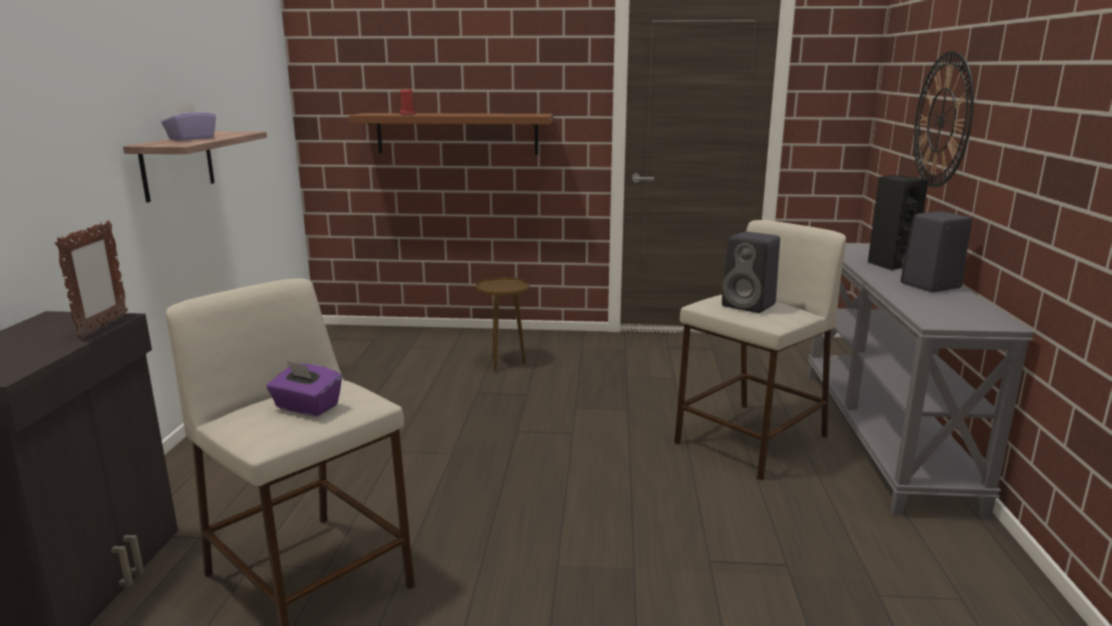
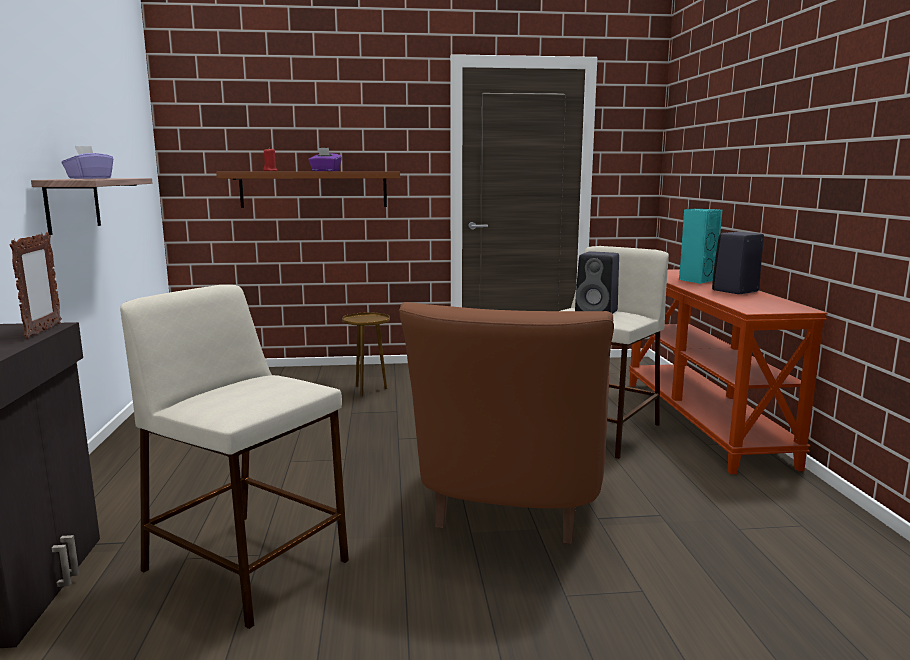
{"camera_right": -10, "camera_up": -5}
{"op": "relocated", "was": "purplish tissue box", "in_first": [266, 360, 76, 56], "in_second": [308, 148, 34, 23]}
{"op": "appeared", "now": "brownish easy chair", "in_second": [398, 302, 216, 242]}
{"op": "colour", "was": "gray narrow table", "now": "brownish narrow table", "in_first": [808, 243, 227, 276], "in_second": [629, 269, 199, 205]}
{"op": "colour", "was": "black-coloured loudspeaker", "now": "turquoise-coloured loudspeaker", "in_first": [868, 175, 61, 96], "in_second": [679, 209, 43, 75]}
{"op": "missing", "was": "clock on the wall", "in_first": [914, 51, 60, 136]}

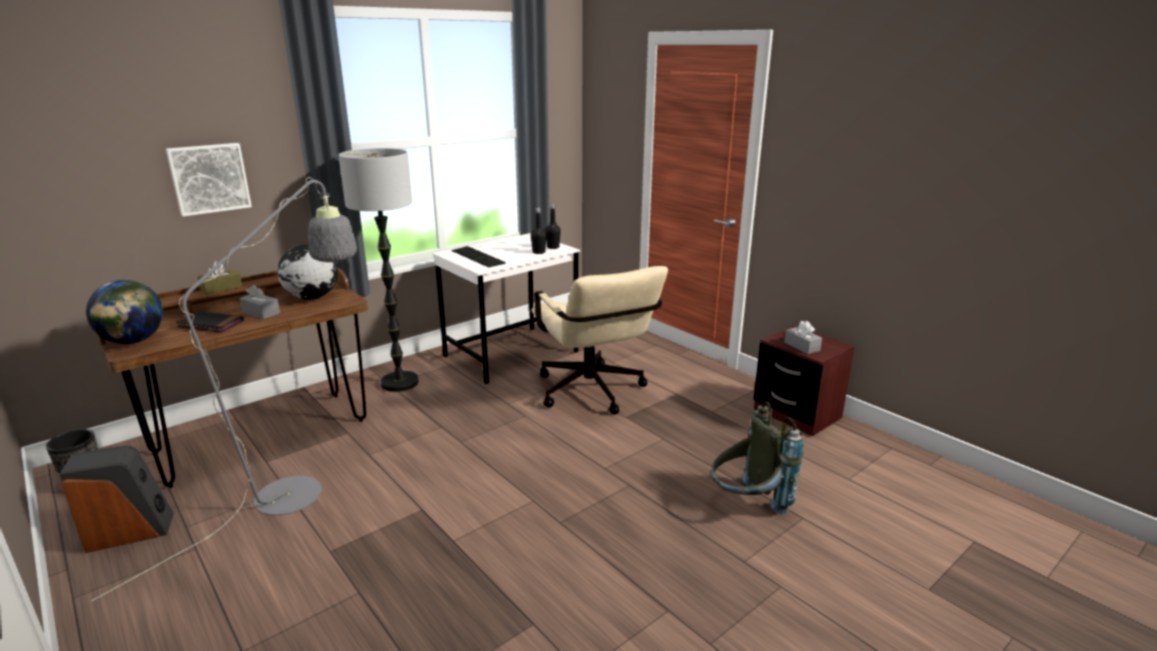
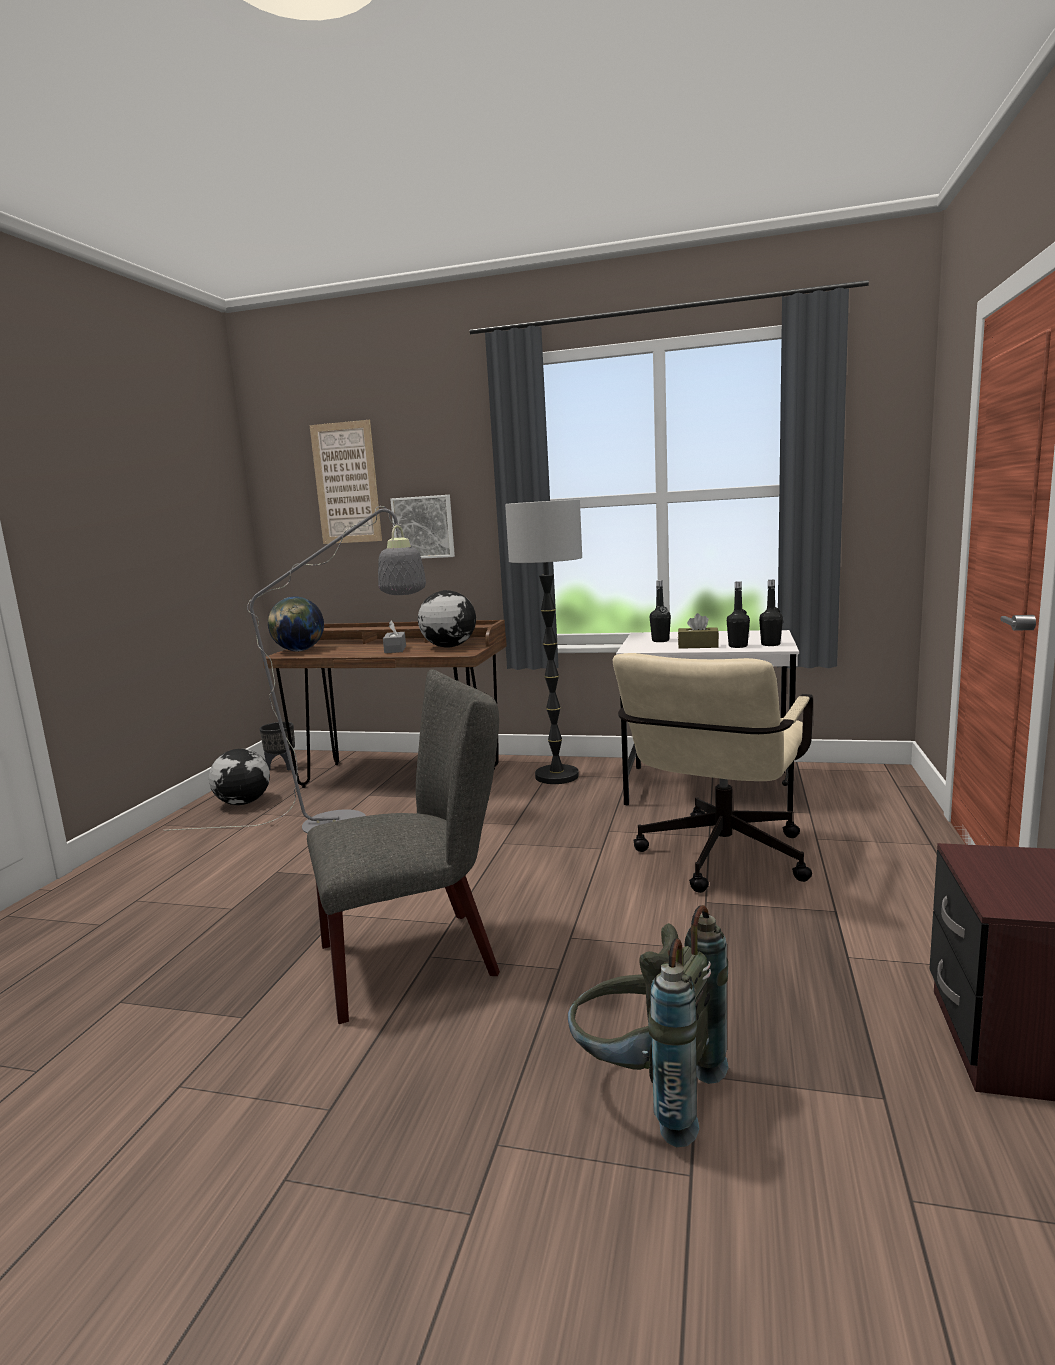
{"camera_right": 55, "camera_up": -10}
{"op": "exchanged", "was": "loudspeaker", "now": "desk globe", "in_first": [59, 445, 115, 108], "in_second": [209, 749, 61, 56]}
{"op": "appeared", "now": "gray chair", "in_second": [307, 670, 193, 354]}
{"op": "appeared", "now": "picture", "in_second": [310, 420, 72, 124]}
{"op": "exchanged", "was": "PC keyboard", "now": "black-coloured drink bottle", "in_first": [451, 246, 54, 22], "in_second": [650, 580, 21, 62]}
{"op": "relocated", "was": "brownish tissue box", "in_first": [198, 261, 44, 34], "in_second": [678, 613, 41, 36]}
{"op": "missing", "was": "black-coloured volume", "in_first": [176, 312, 68, 20]}
{"op": "missing", "was": "gray tissue box", "in_first": [784, 321, 38, 33]}

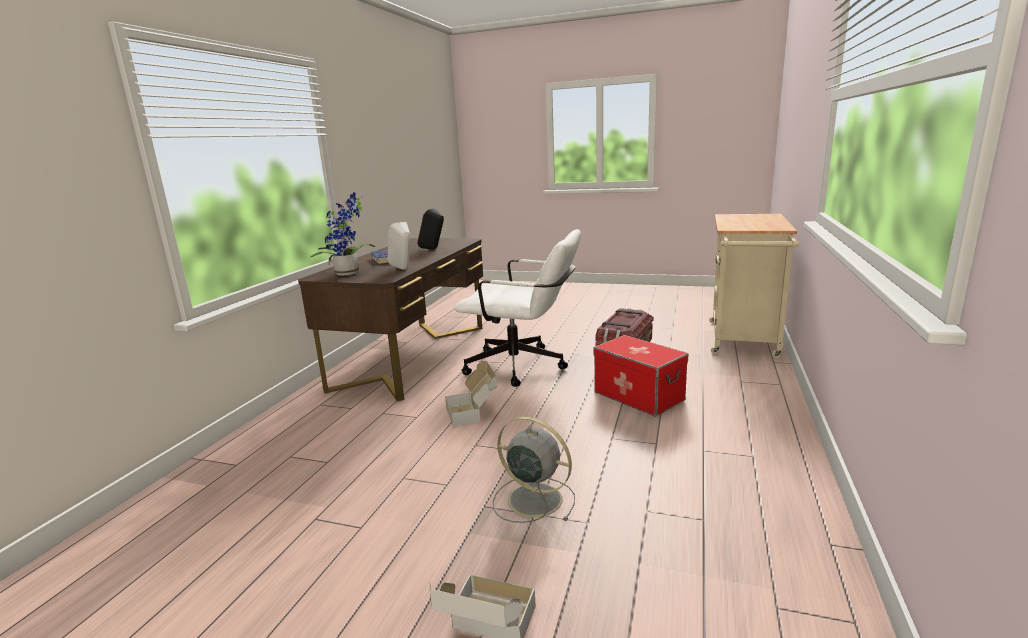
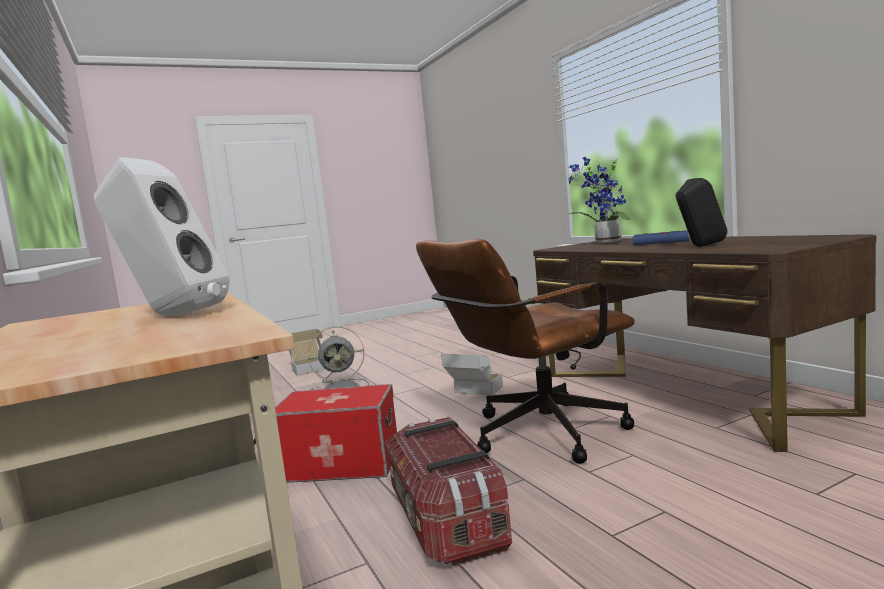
{"camera_right": 135, "camera_up": -10}
{"op": "relocated", "was": "white loudspeaker", "in_first": [388, 222, 22, 48], "in_second": [94, 157, 135, 159]}
{"op": "colour", "was": "white computer chair", "now": "brownish computer chair", "in_first": [455, 229, 126, 158], "in_second": [416, 238, 219, 226]}

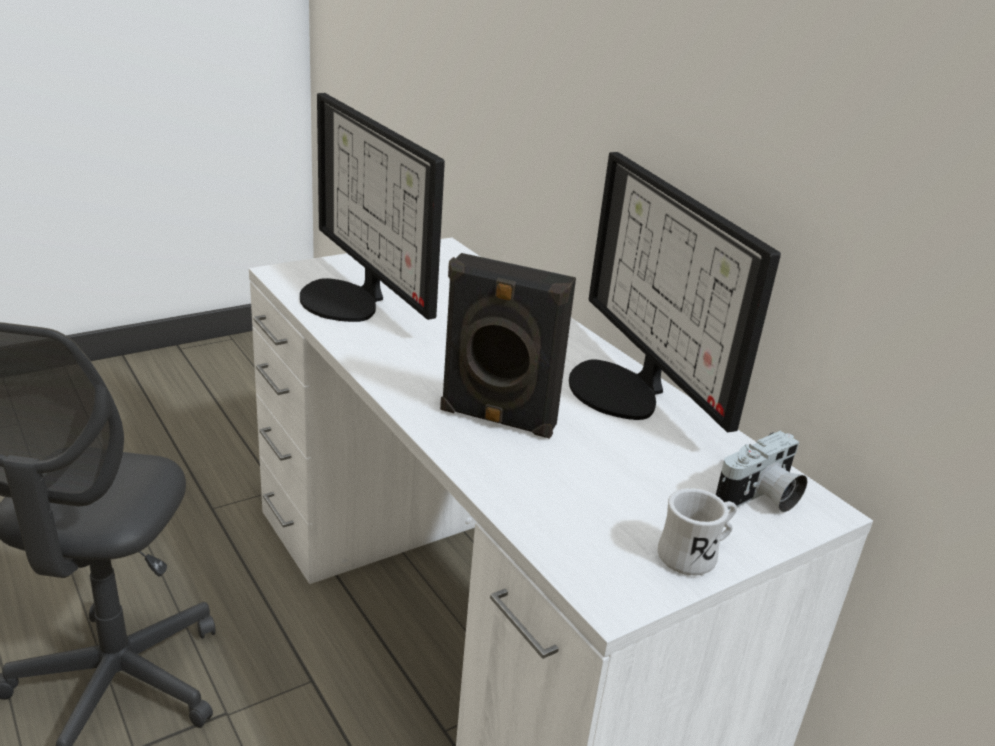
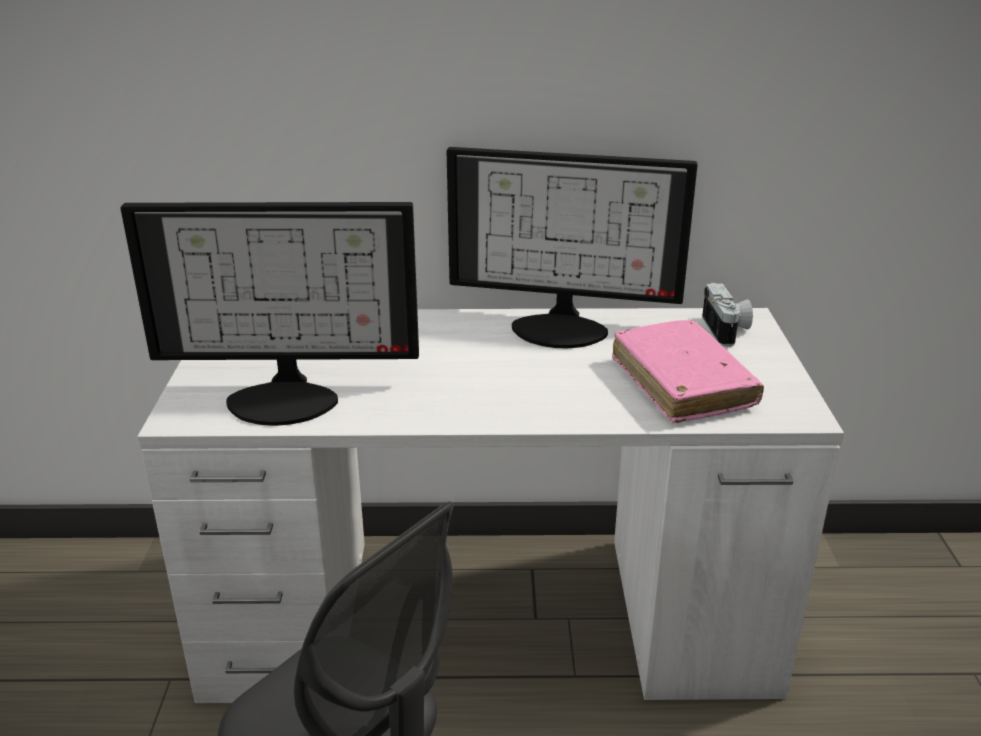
{"camera_right": -55, "camera_up": 0}
{"op": "appeared", "now": "pink-coloured volume", "in_second": [612, 320, 152, 103]}
{"op": "missing", "was": "black-coloured loudspeaker", "in_first": [440, 253, 136, 186]}
{"op": "missing", "was": "white mug", "in_first": [658, 488, 79, 87]}

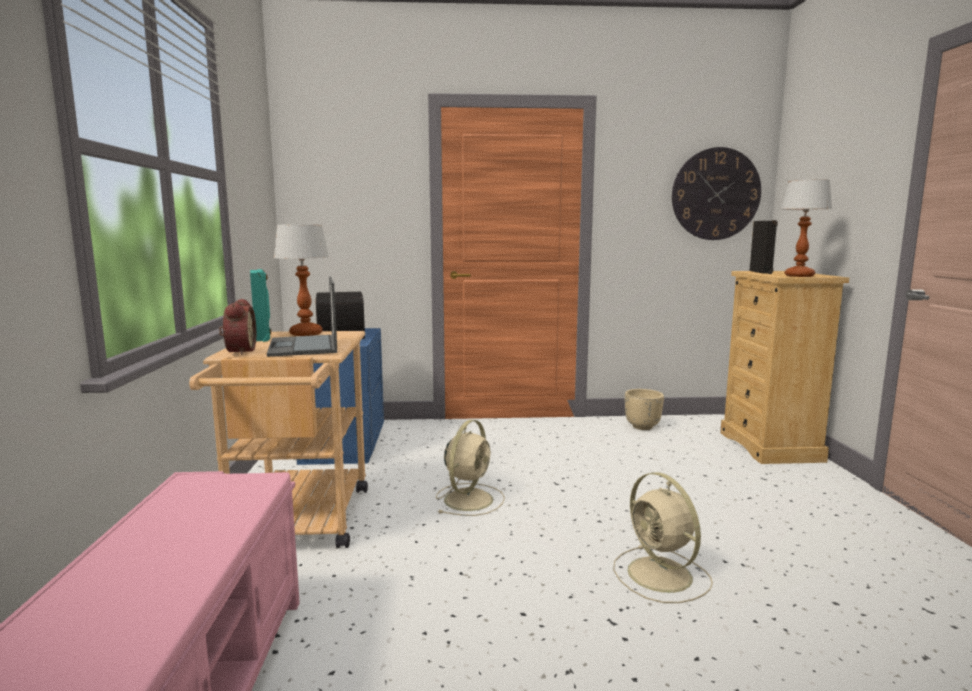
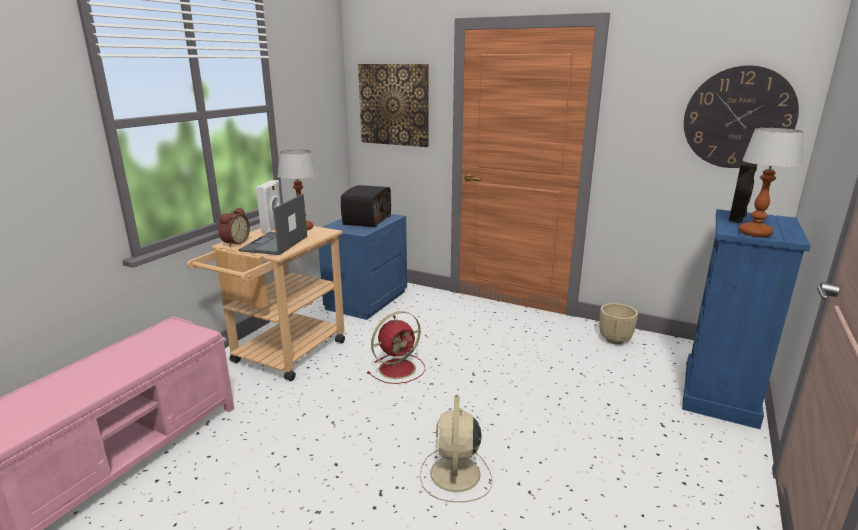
{"camera_right": 30, "camera_up": 10}
{"op": "colour", "was": "turquoise-coloured loudspeaker", "now": "white loudspeaker", "in_first": [250, 269, 21, 73], "in_second": [256, 180, 25, 53]}
{"op": "appeared", "now": "picture", "in_second": [358, 64, 71, 83]}
{"op": "colour", "was": "beige electric fan", "now": "reddish electric fan", "in_first": [436, 420, 69, 96], "in_second": [367, 311, 59, 73]}
{"op": "colour", "was": "beige dresser", "now": "bluish dresser", "in_first": [720, 271, 129, 193], "in_second": [682, 209, 129, 220]}

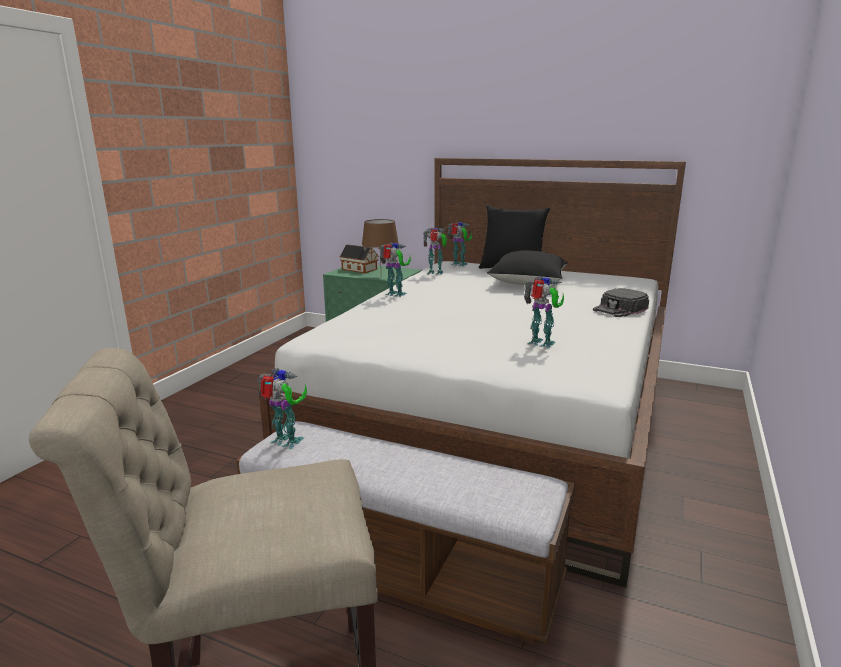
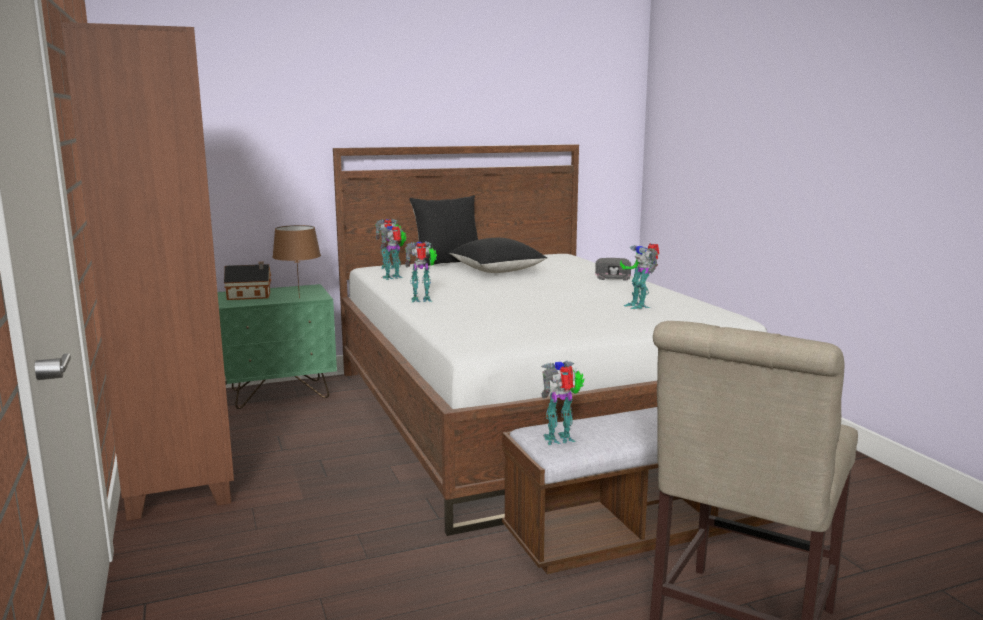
{"camera_right": -45, "camera_up": -5}
{"op": "appeared", "now": "brownish shelving unit", "in_second": [61, 22, 173, 499]}
{"op": "spun", "was": "model robot", "in_first": [524, 276, 40, 72], "in_second": [620, 243, 39, 66], "clockwise": -105}

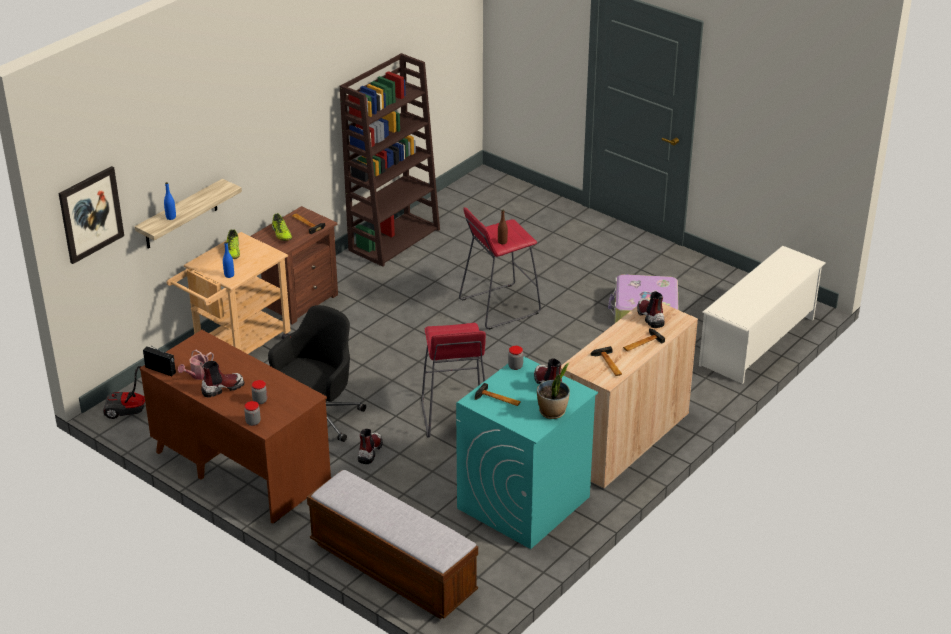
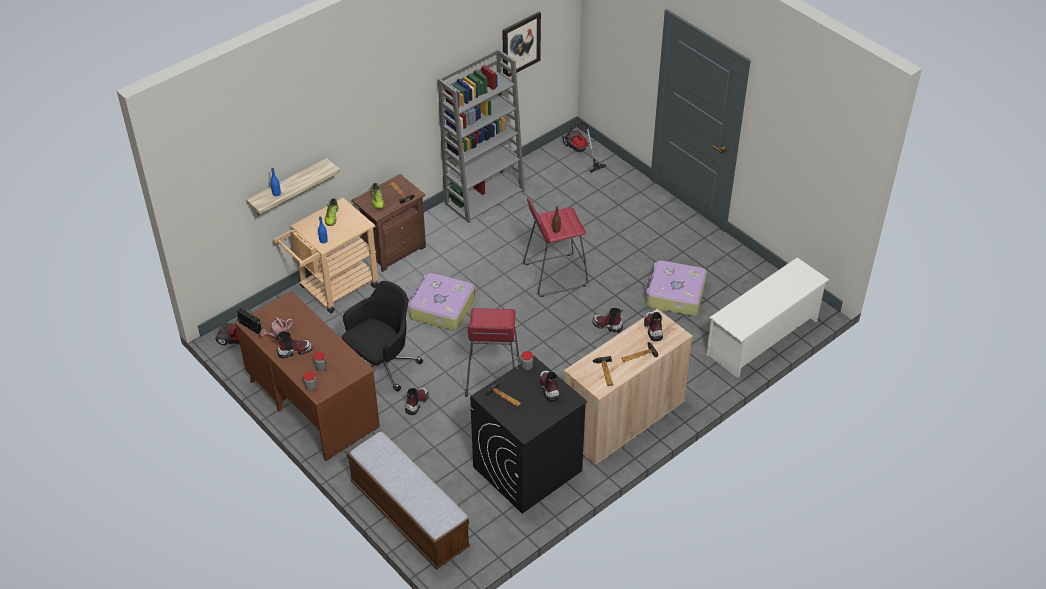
{"camera_right": 10, "camera_up": 10}
{"op": "appeared", "now": "piece of luggage", "in_second": [408, 273, 67, 58]}
{"op": "colour", "was": "brownish shelving unit", "now": "gray shelving unit", "in_first": [340, 53, 100, 214], "in_second": [438, 49, 87, 174]}
{"op": "colour", "was": "turquoise-coloured laundry appliance", "now": "black-coloured laundry appliance", "in_first": [456, 356, 142, 193], "in_second": [470, 355, 118, 159]}
{"op": "relocated", "was": "picture", "in_first": [59, 166, 65, 98], "in_second": [502, 12, 39, 65]}
{"op": "appeared", "now": "vacuum cleaner", "in_second": [562, 122, 44, 51]}
{"op": "appeared", "now": "tall boot", "in_second": [592, 308, 31, 25]}
{"op": "missing", "was": "plant in a pot", "in_first": [537, 363, 33, 56]}

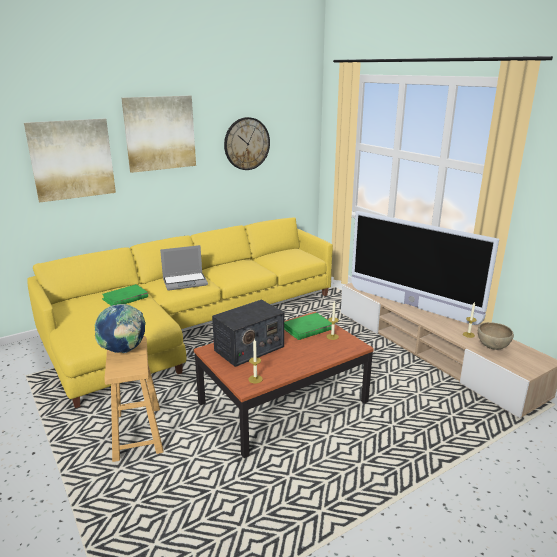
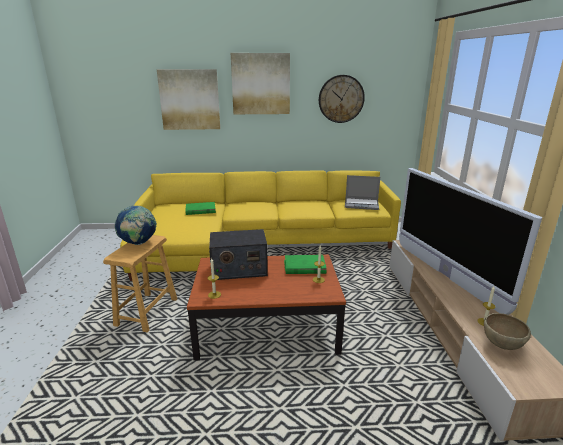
{"camera_right": 30, "camera_up": 0}
{"op": "relocated", "was": "laptop", "in_first": [160, 245, 48, 46], "in_second": [345, 175, 35, 35]}

